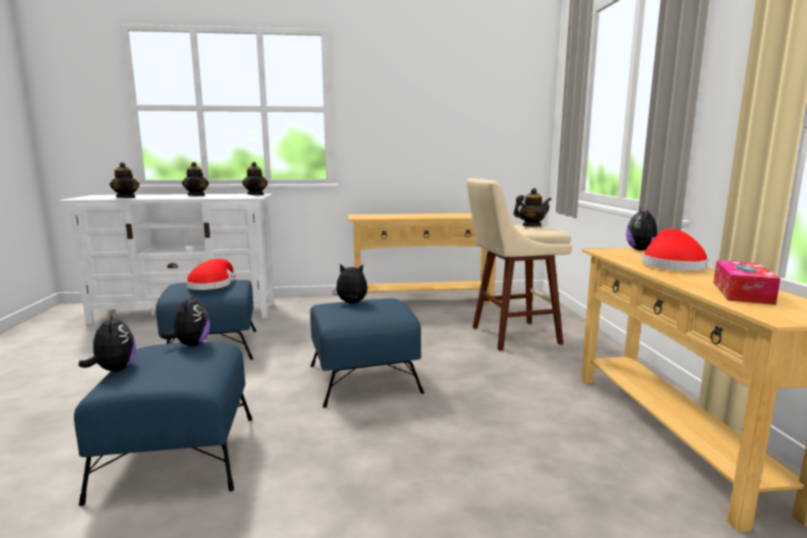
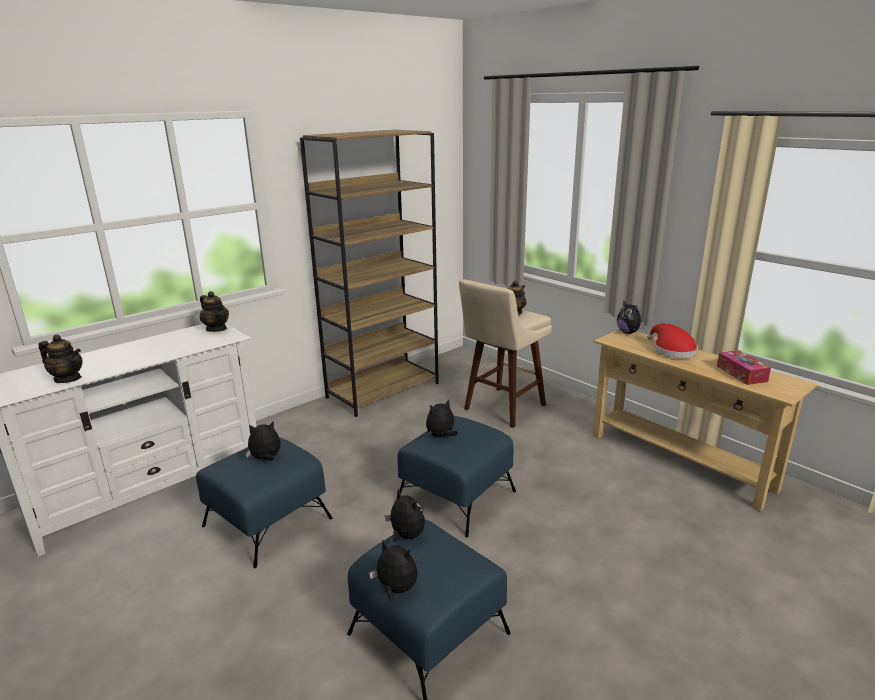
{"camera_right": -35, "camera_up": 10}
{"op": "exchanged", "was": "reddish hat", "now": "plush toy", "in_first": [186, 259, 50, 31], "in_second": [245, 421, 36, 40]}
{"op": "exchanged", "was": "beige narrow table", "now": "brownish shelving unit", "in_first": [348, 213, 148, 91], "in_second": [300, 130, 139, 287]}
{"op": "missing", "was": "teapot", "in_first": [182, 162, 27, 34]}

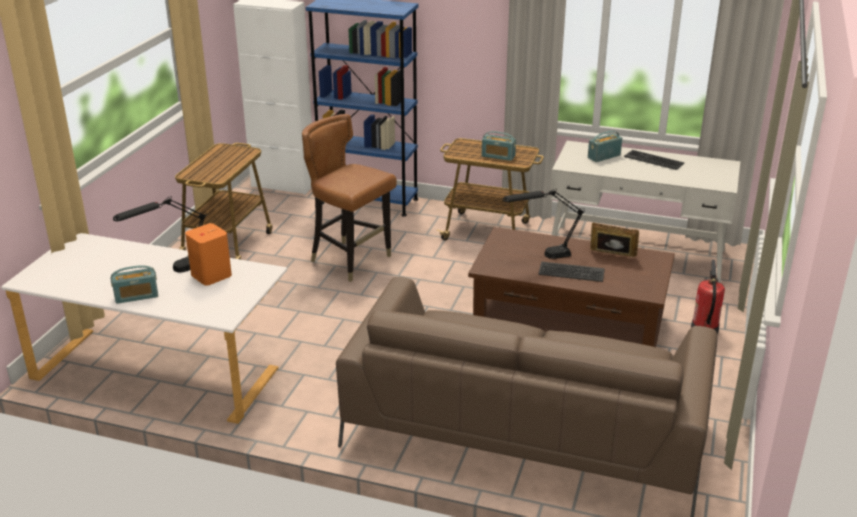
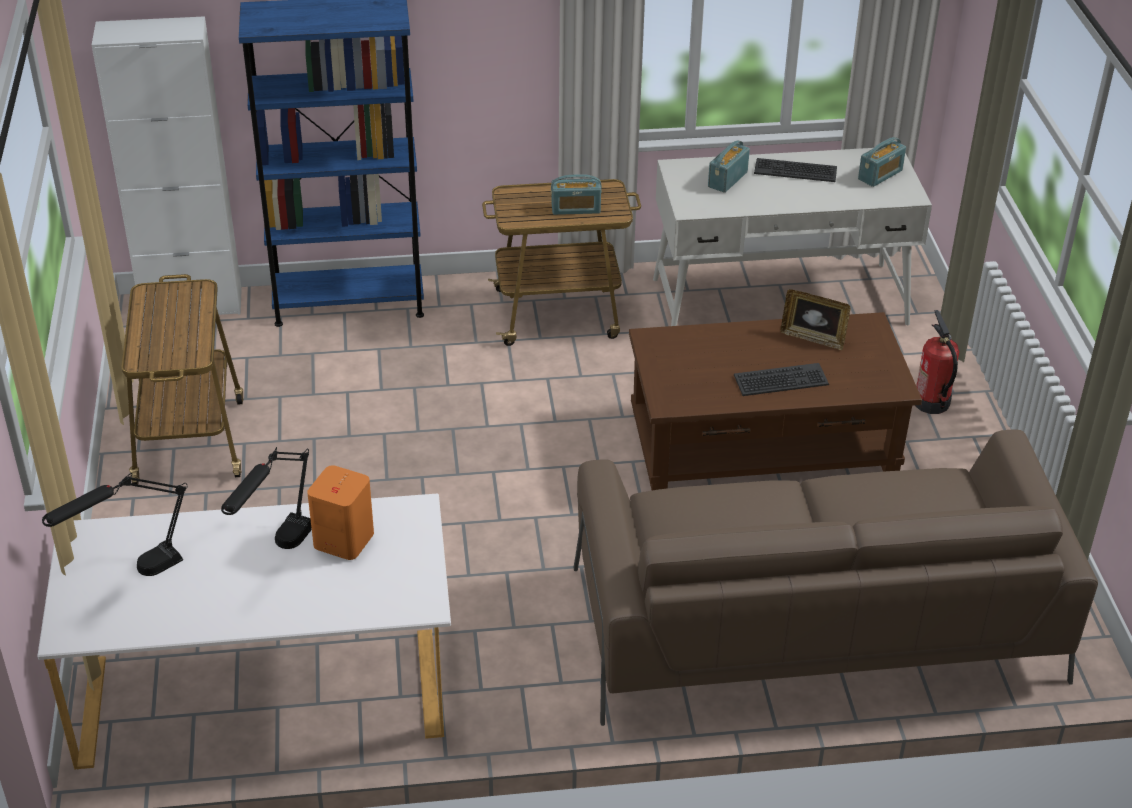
{"camera_right": -25, "camera_up": 10}
{"op": "relocated", "was": "black-coloured tabletop lamp", "in_first": [503, 189, 82, 70], "in_second": [42, 473, 146, 103]}
{"op": "spun", "was": "standing frame", "in_first": [590, 222, 49, 35], "in_second": [780, 289, 70, 62], "clockwise": -150}
{"op": "relocated", "was": "radio set", "in_first": [111, 265, 47, 39], "in_second": [858, 137, 48, 50]}
{"op": "missing", "was": "brownish chair", "in_first": [302, 114, 95, 168]}

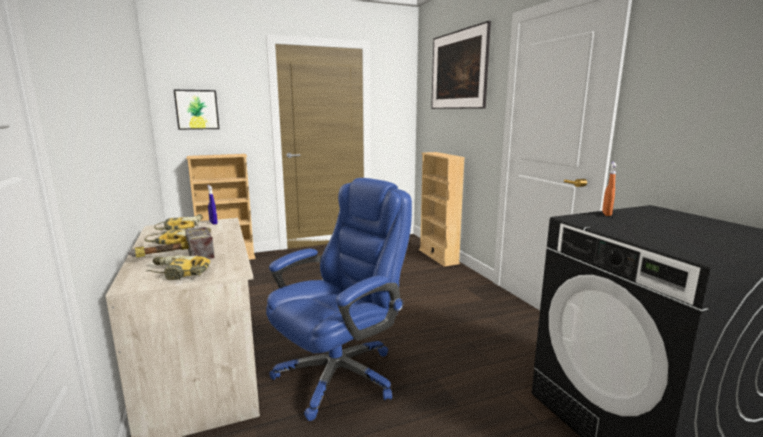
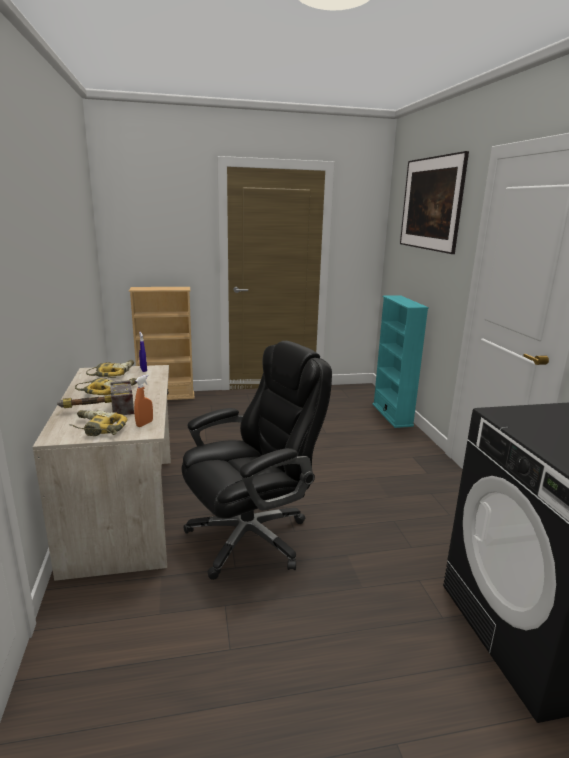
{"camera_right": 10, "camera_up": 5}
{"op": "relocated", "was": "orange-coloured hand sprayer", "in_first": [602, 162, 14, 54], "in_second": [134, 375, 19, 52]}
{"op": "colour", "was": "bluish computer chair", "now": "black-coloured computer chair", "in_first": [266, 178, 146, 243], "in_second": [181, 341, 151, 239]}
{"op": "colour", "was": "beige shelving unit", "now": "turquoise-coloured shelving unit", "in_first": [419, 152, 46, 115], "in_second": [372, 295, 57, 133]}
{"op": "missing", "was": "picture", "in_first": [174, 90, 45, 40]}

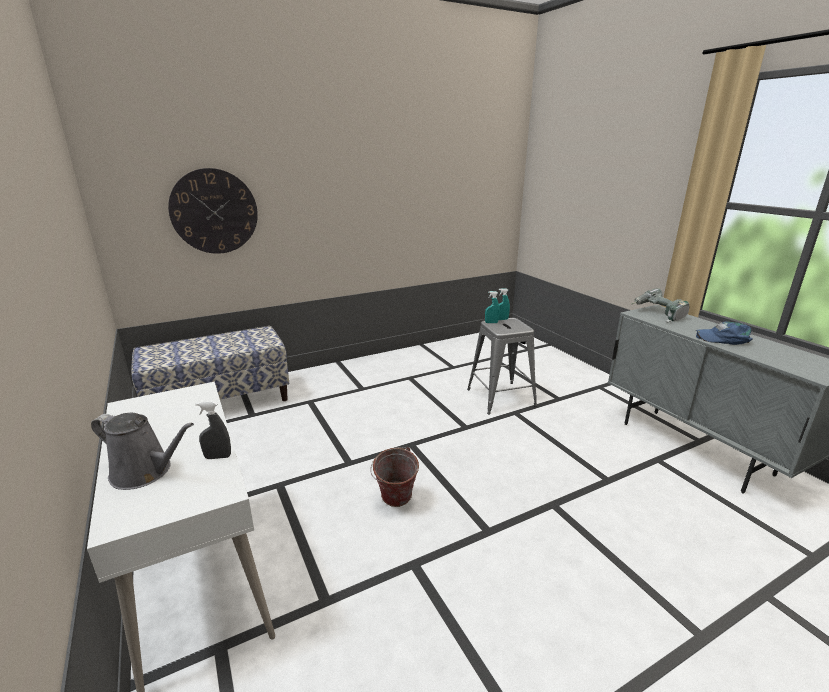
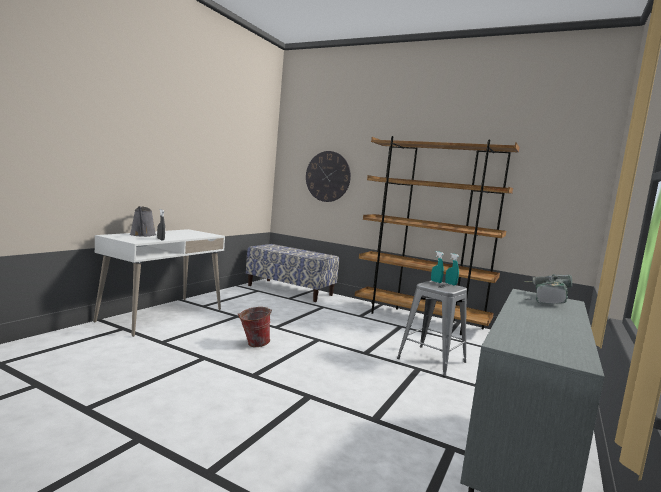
{"camera_right": 55, "camera_up": -15}
{"op": "appeared", "now": "brownish shelving unit", "in_second": [355, 136, 165, 199]}
{"op": "missing", "was": "bluish cap", "in_first": [696, 321, 57, 24]}

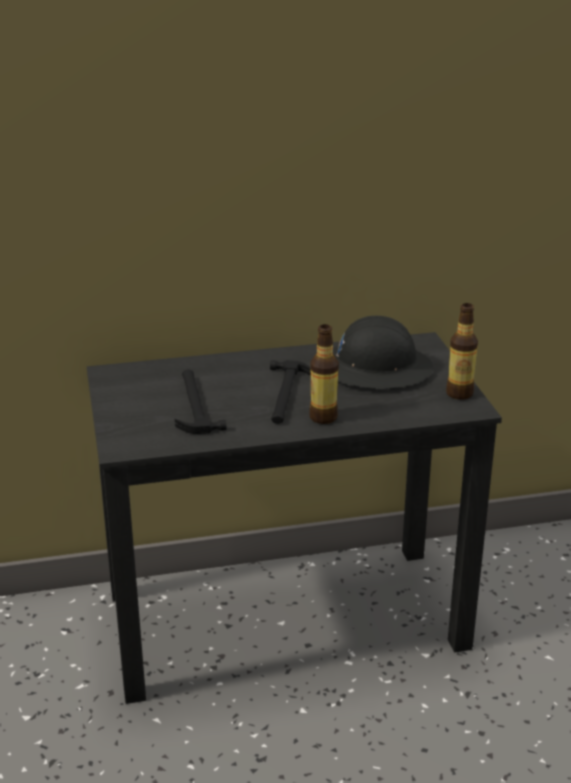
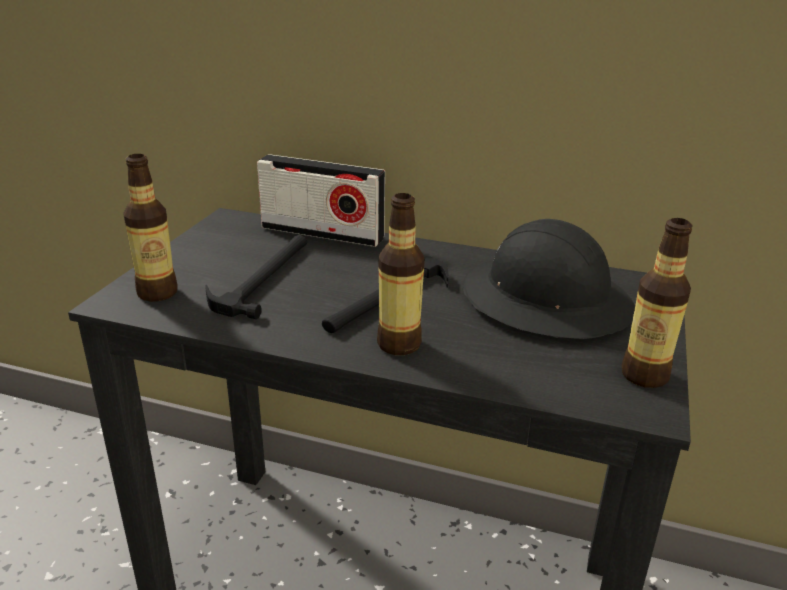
{"camera_right": 30, "camera_up": 0}
{"op": "appeared", "now": "drink bottle", "in_second": [123, 154, 54, 148]}
{"op": "appeared", "now": "radio set", "in_second": [257, 154, 128, 93]}

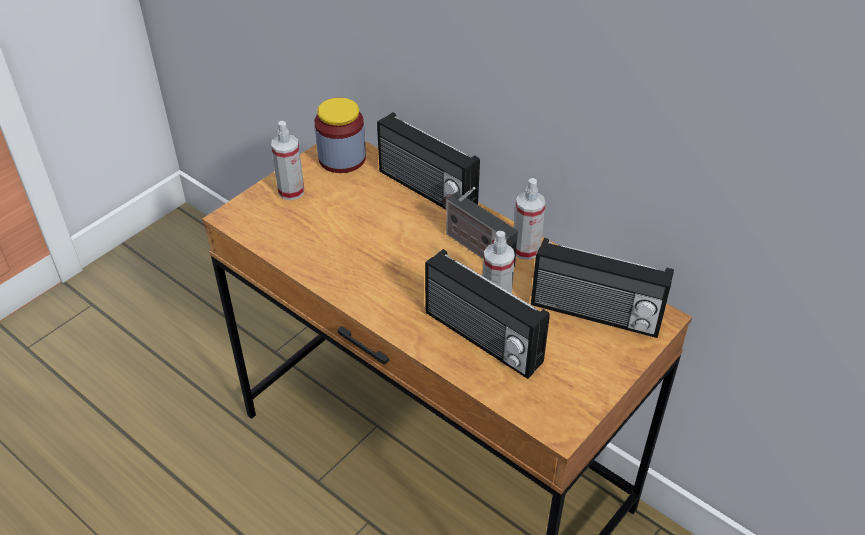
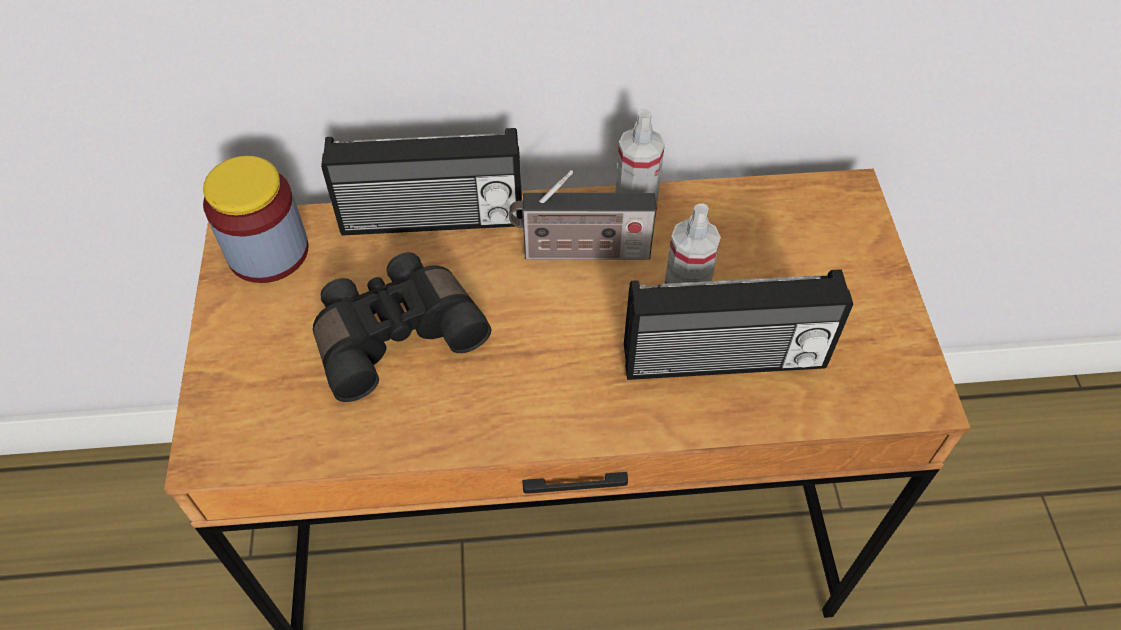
{"camera_right": -45, "camera_up": 10}
{"op": "appeared", "now": "black-coloured field glasses", "in_second": [313, 252, 178, 150]}
{"op": "missing", "was": "hand sprayer", "in_first": [271, 121, 33, 79]}
{"op": "missing", "was": "radio set", "in_first": [531, 238, 143, 100]}

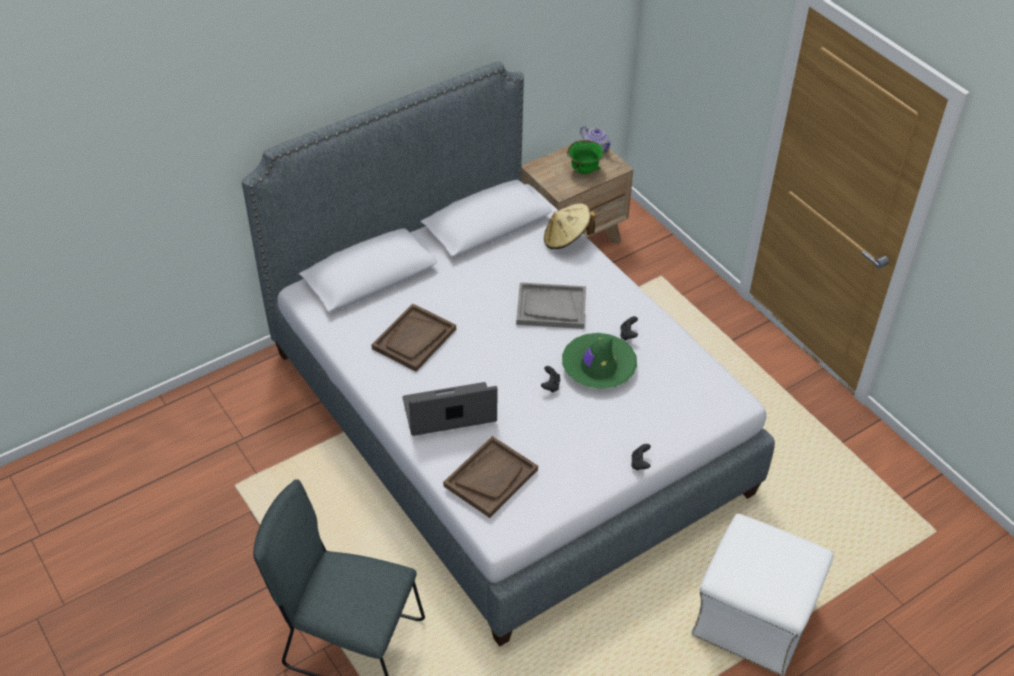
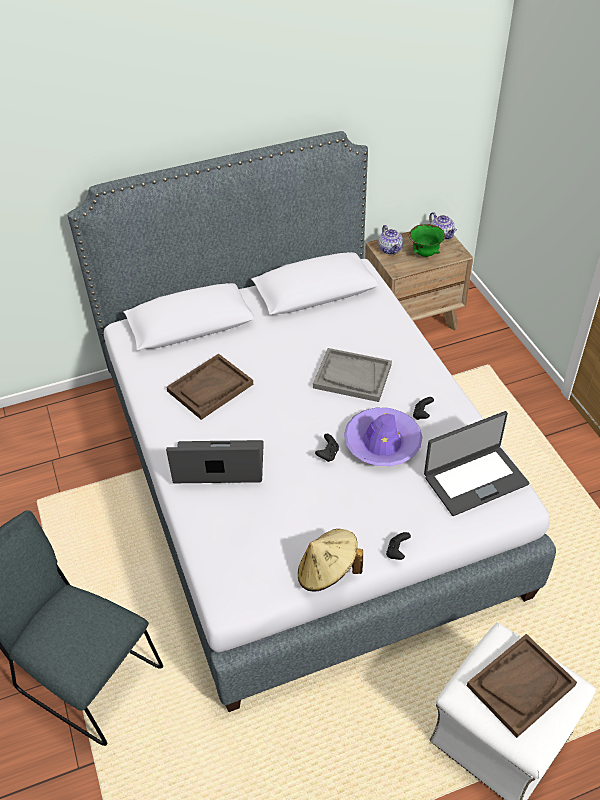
{"camera_right": 15, "camera_up": 0}
{"op": "relocated", "was": "beige hat", "in_first": [544, 203, 51, 46], "in_second": [298, 529, 65, 63]}
{"op": "colour", "was": "green-coloured hat", "now": "purplish hat", "in_first": [562, 333, 75, 56], "in_second": [344, 408, 78, 58]}
{"op": "appeared", "now": "teapot", "in_second": [378, 225, 25, 30]}
{"op": "appeared", "now": "laptop", "in_second": [424, 411, 105, 105]}
{"op": "relocated", "was": "brownish serving tray", "in_first": [443, 436, 95, 82], "in_second": [467, 634, 110, 104]}

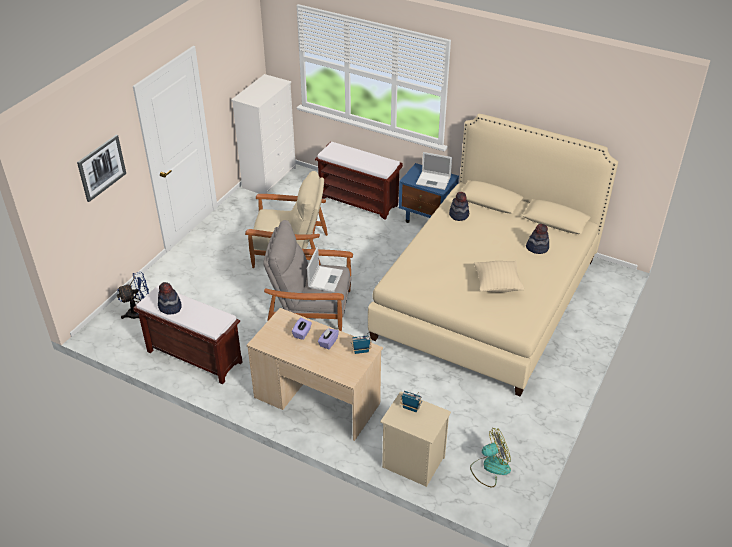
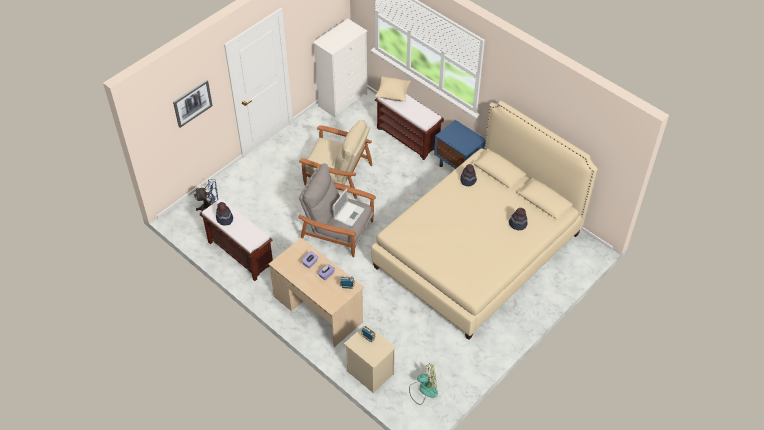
{"camera_right": 15, "camera_up": 10}
{"op": "relocated", "was": "beige cushion", "in_first": [474, 261, 51, 31], "in_second": [375, 77, 36, 25]}
{"op": "missing", "was": "laptop", "in_first": [416, 152, 36, 38]}

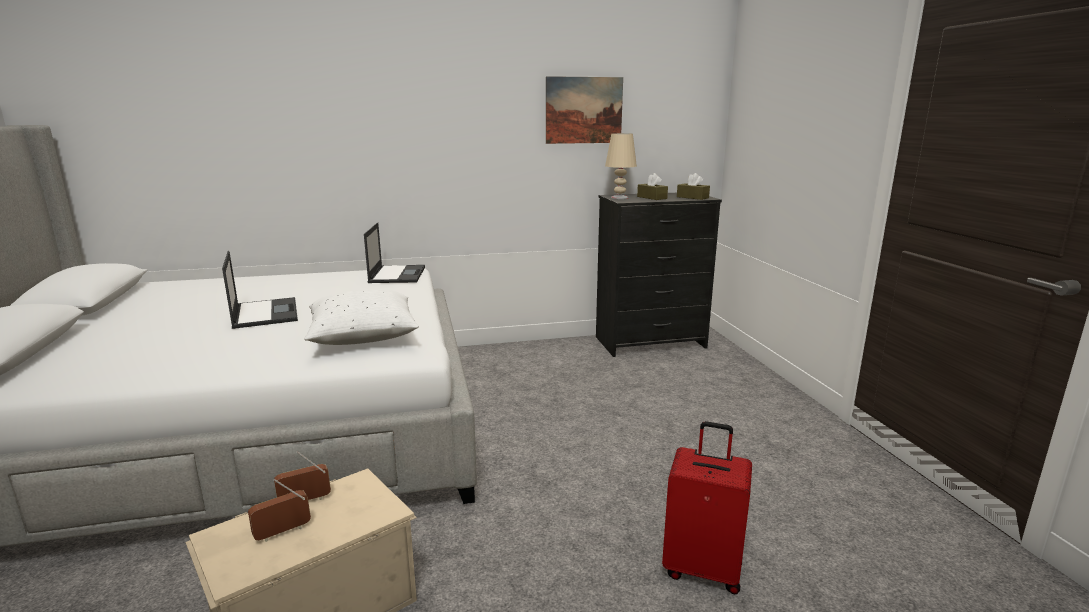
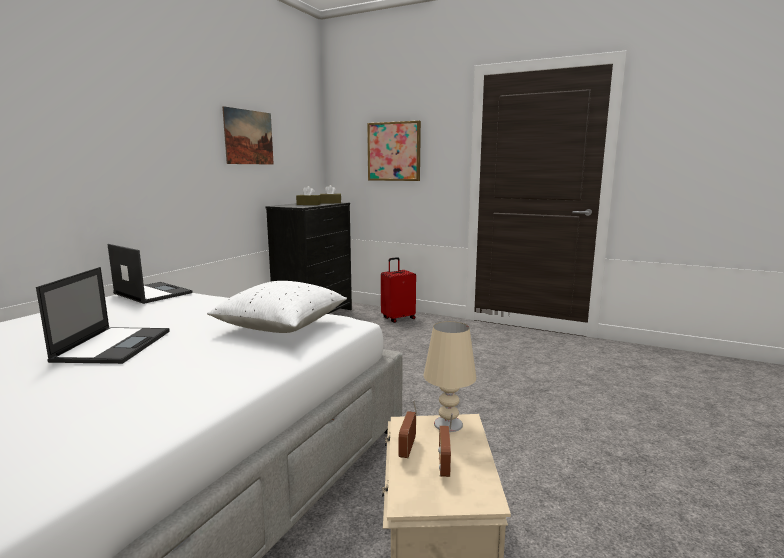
{"camera_right": -50, "camera_up": -5}
{"op": "spun", "was": "laptop", "in_first": [222, 251, 76, 78], "in_second": [36, 267, 134, 97], "clockwise": 75}
{"op": "appeared", "now": "picture", "in_second": [367, 121, 54, 60]}
{"op": "relocated", "was": "reddish piece of luggage", "in_first": [662, 421, 90, 173], "in_second": [381, 257, 35, 66]}
{"op": "relocated", "was": "beige tabletop lamp", "in_first": [605, 133, 32, 66], "in_second": [424, 321, 52, 111]}

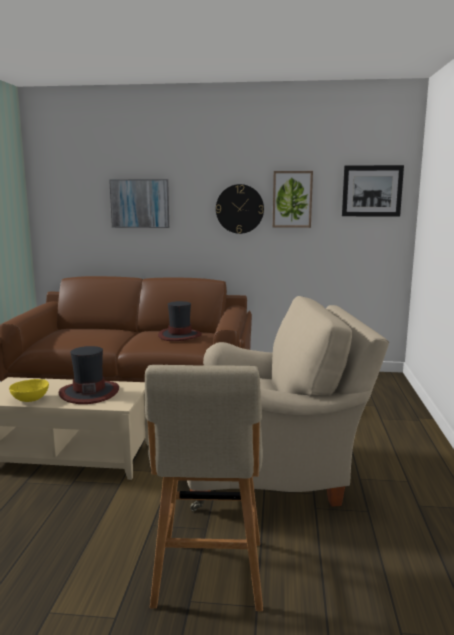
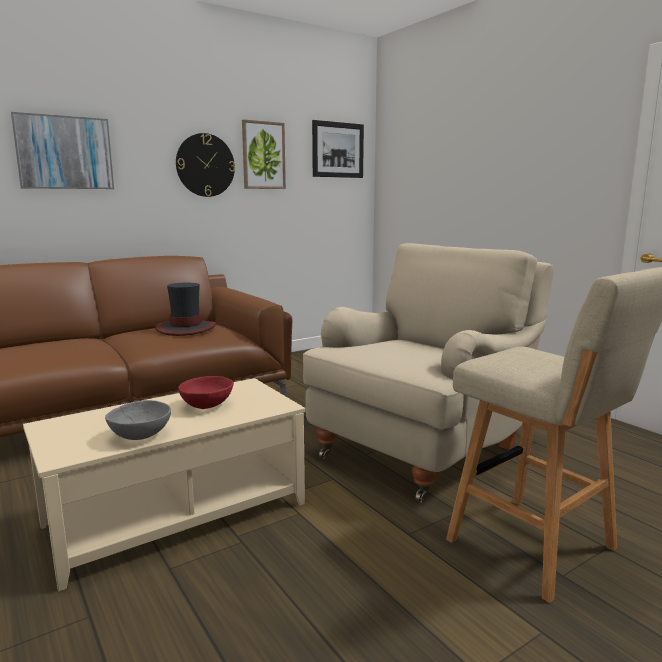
{"camera_right": -40, "camera_up": 0}
{"op": "colour", "was": "yellow-coloured serving bowl", "now": "gray serving bowl", "in_first": [9, 379, 40, 23], "in_second": [105, 400, 66, 40]}
{"op": "exchanged", "was": "hat", "now": "reddish serving bowl", "in_first": [58, 346, 61, 58], "in_second": [179, 376, 55, 33]}

